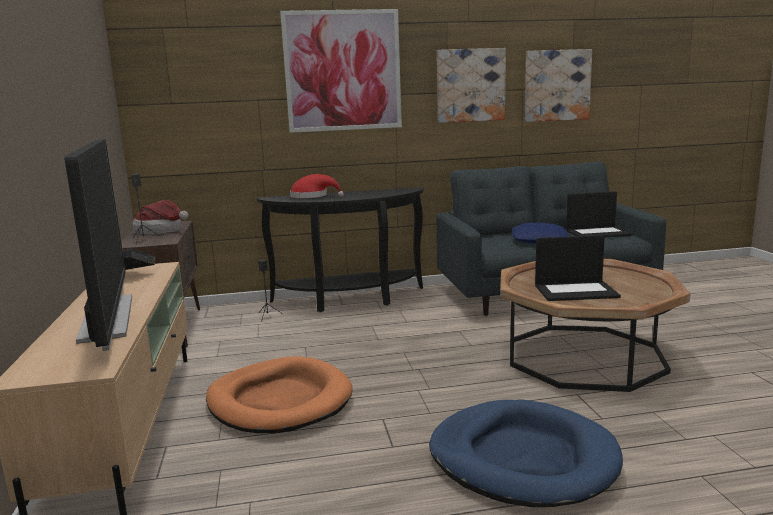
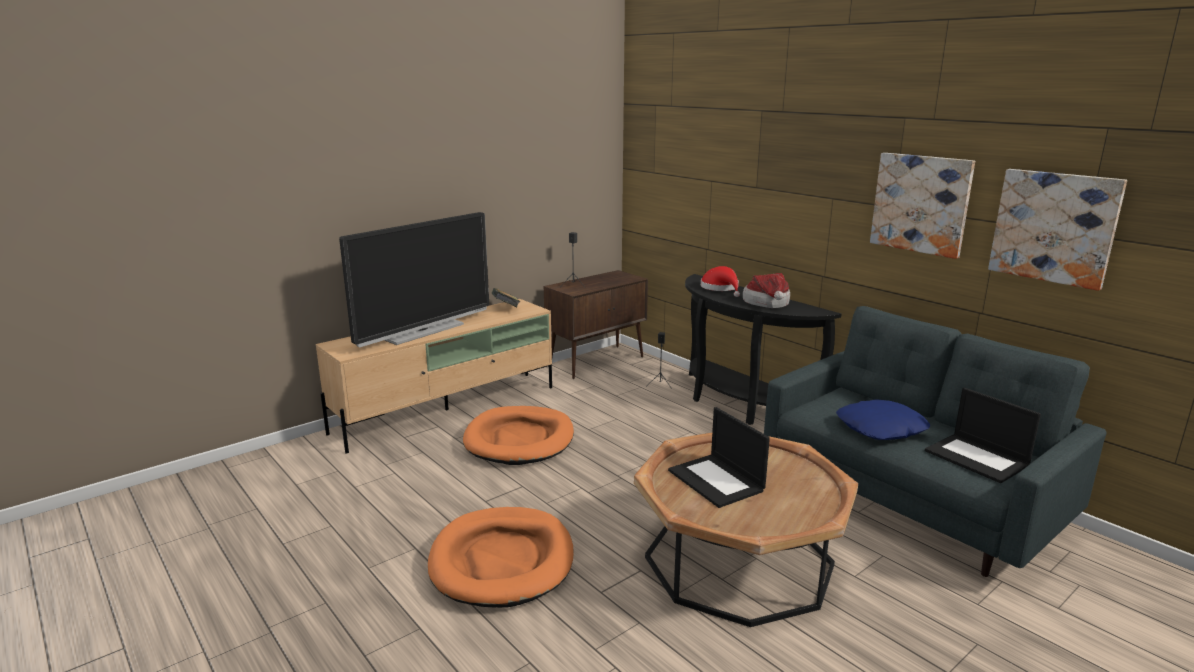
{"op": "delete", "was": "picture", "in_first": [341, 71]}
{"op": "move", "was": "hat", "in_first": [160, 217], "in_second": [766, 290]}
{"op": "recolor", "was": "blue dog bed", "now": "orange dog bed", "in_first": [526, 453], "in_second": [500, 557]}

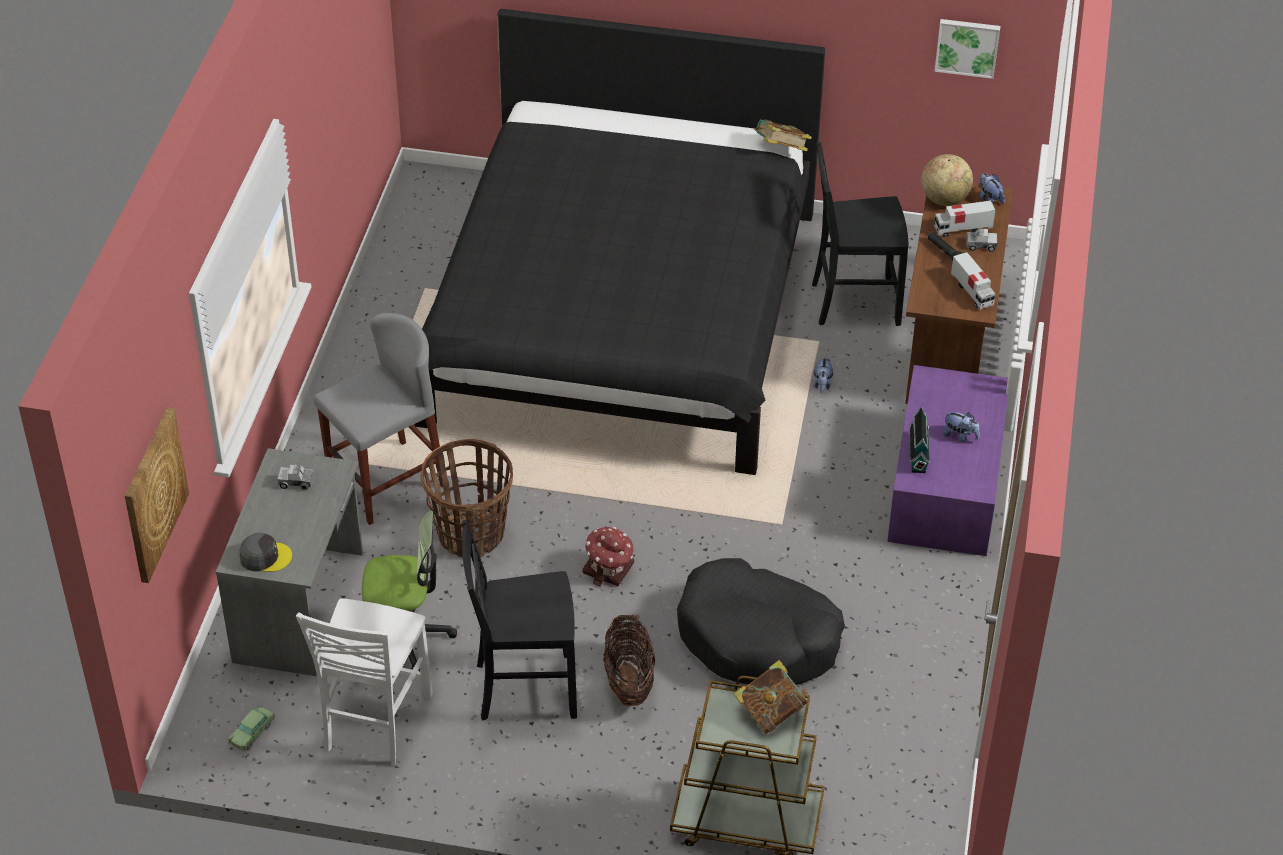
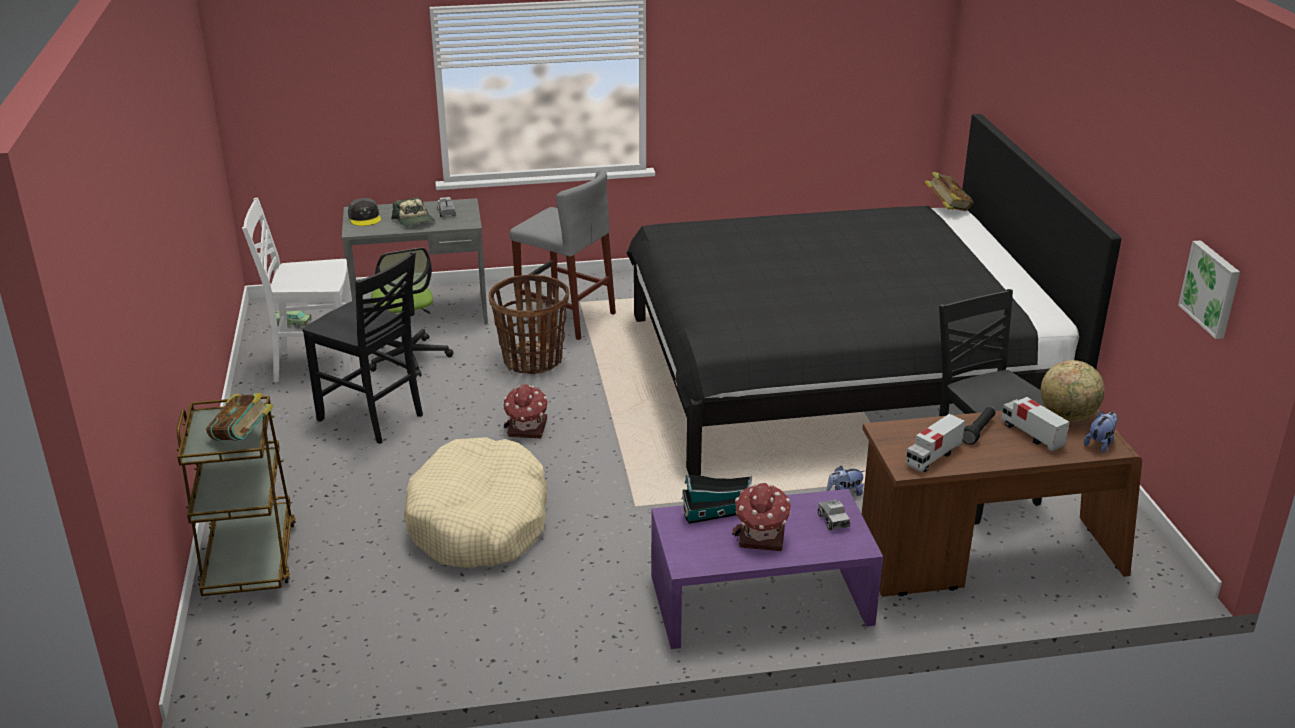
{"op": "delete", "was": "picture", "in_first": [157, 495]}
{"op": "delete", "was": "basket", "in_first": [629, 660]}
{"op": "insert", "now": "cap", "in_second": [413, 211]}
{"op": "move", "was": "book", "in_first": [783, 135], "in_second": [949, 191]}
{"op": "move", "was": "toy truck", "in_first": [981, 240], "in_second": [834, 515]}
{"op": "replace", "was": "plush toy", "now": "toy house", "in_first": [961, 427], "in_second": [761, 517]}
{"op": "recolor", "was": "black dog bed", "now": "beige dog bed", "in_first": [761, 621], "in_second": [475, 502]}
{"op": "rotate", "was": "black chair", "in_first": [519, 620], "in_second": [362, 347], "clockwise": 150}

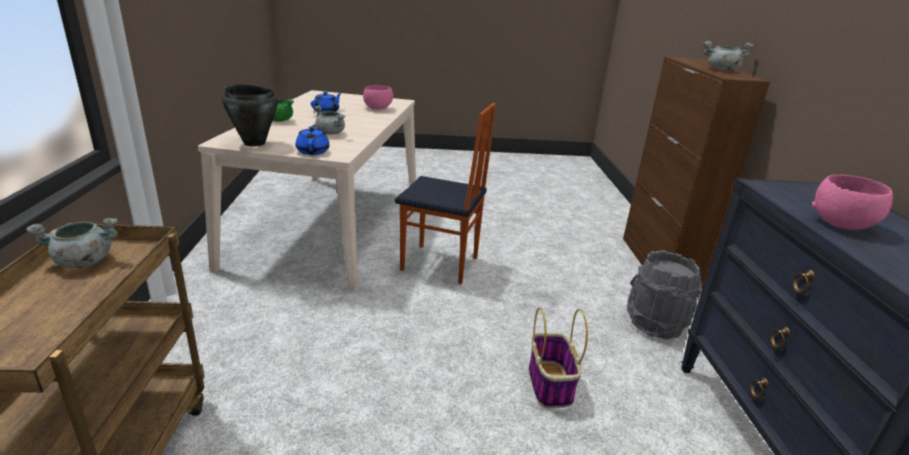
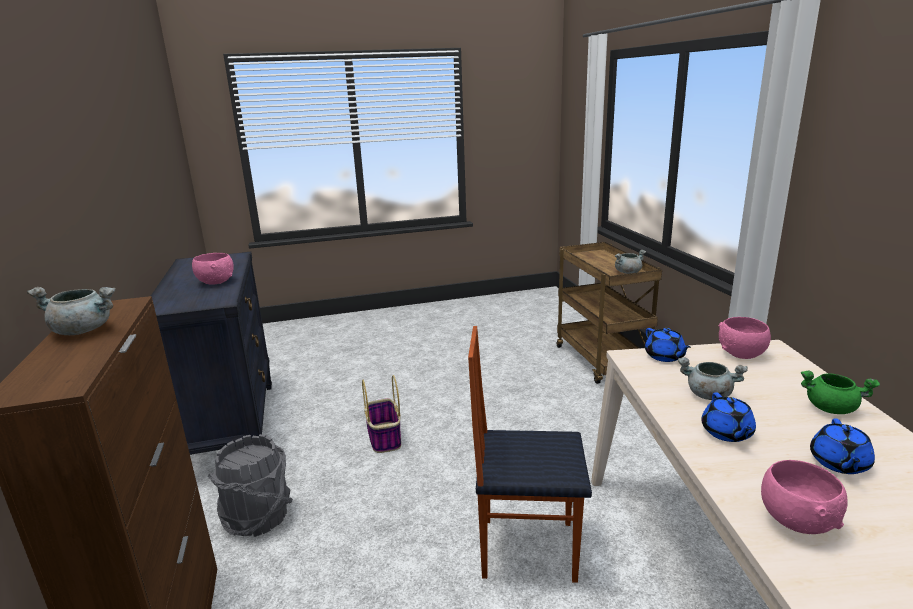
{"op": "insert", "now": "blue teapot", "in_second": [728, 417]}
{"op": "replace", "was": "black cooking pot", "now": "pink bowl", "in_first": [250, 115], "in_second": [745, 338]}

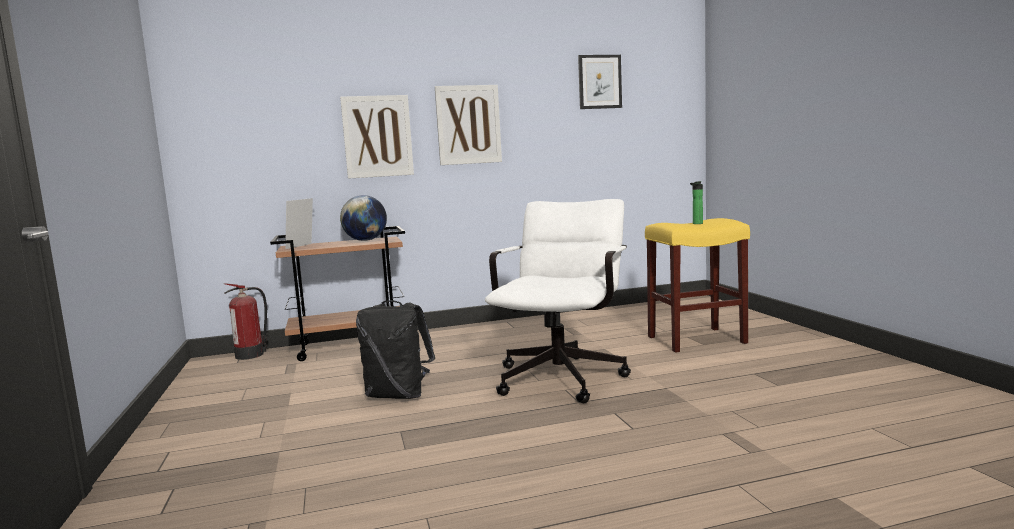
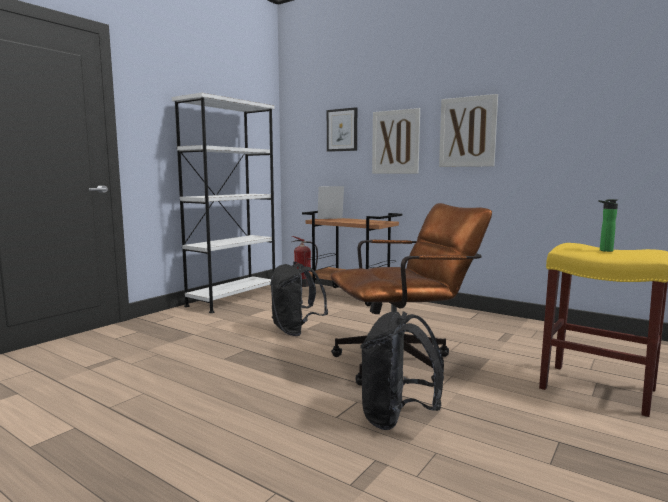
{"op": "delete", "was": "globe", "in_first": [363, 218]}
{"op": "insert", "now": "white bookcase", "in_second": [223, 203]}
{"op": "insert", "now": "black backpack", "in_second": [402, 370]}
{"op": "move", "was": "picture", "in_first": [600, 82], "in_second": [342, 129]}
{"op": "recolor", "was": "white office chair", "now": "brown office chair", "in_first": [558, 301], "in_second": [411, 294]}

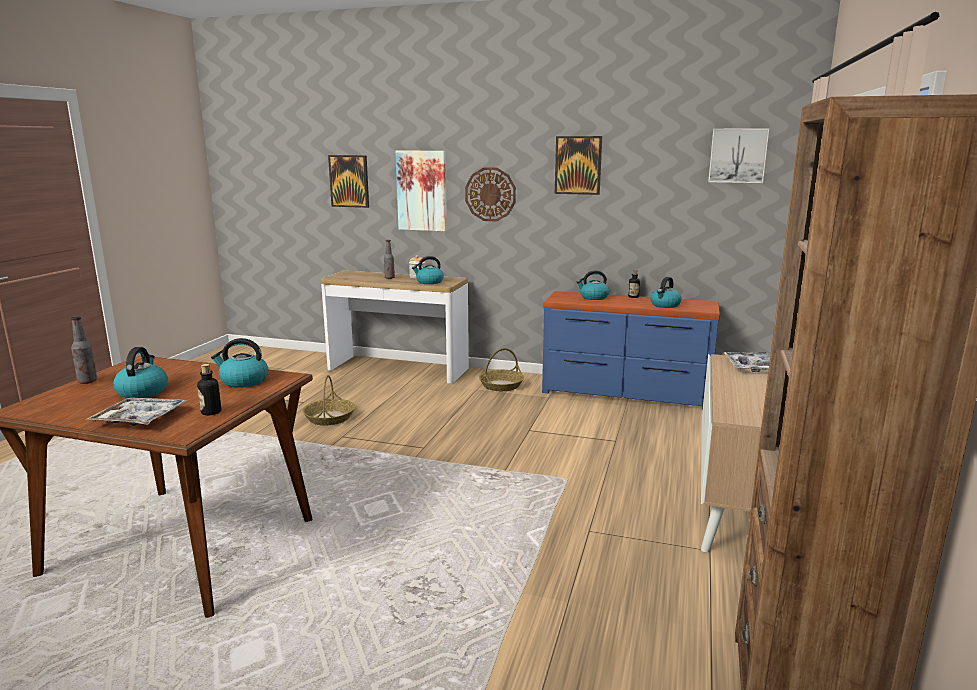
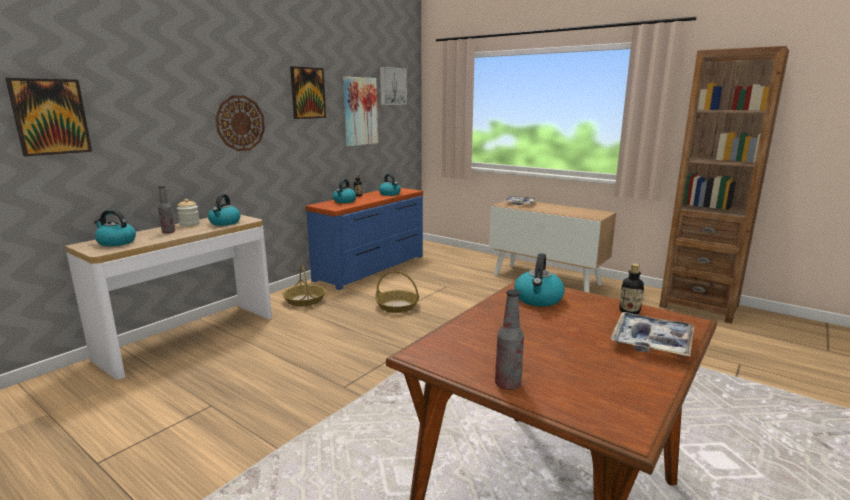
{"op": "move", "was": "kettle", "in_first": [140, 372], "in_second": [115, 228]}
{"op": "move", "was": "basket", "in_first": [328, 400], "in_second": [397, 292]}
{"op": "move", "was": "picture", "in_first": [421, 191], "in_second": [360, 111]}

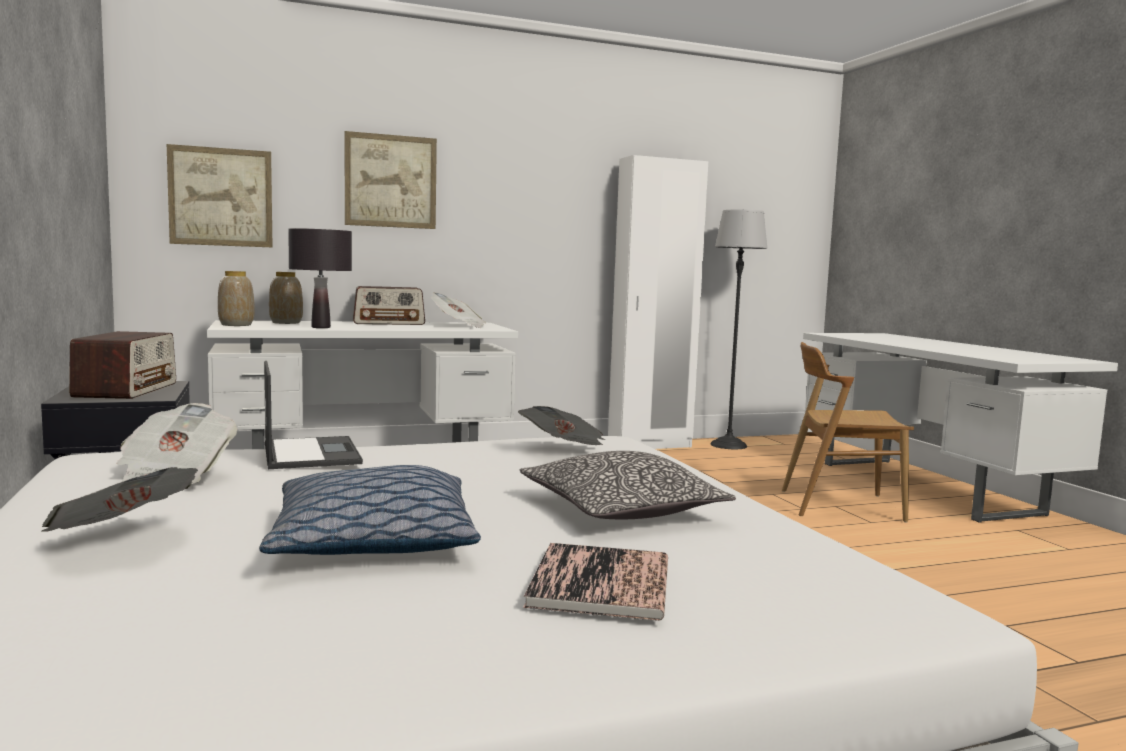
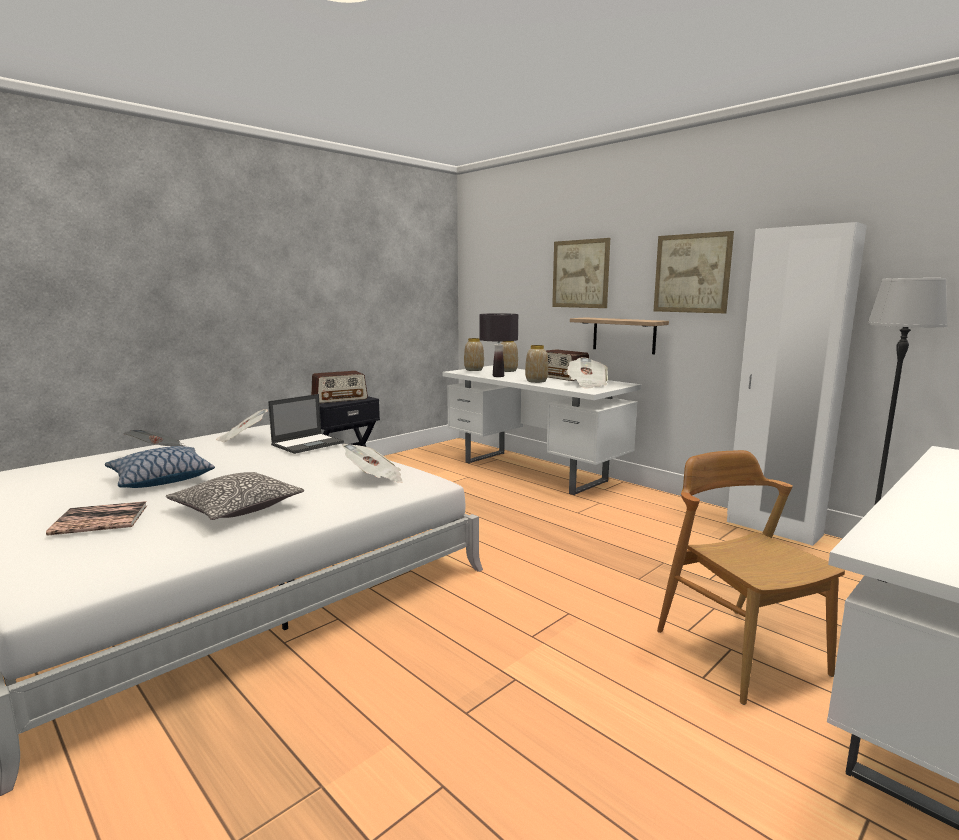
{"op": "insert", "now": "vase", "in_second": [536, 364]}
{"op": "insert", "now": "shelf", "in_second": [619, 335]}
{"op": "move", "was": "picture", "in_first": [219, 195], "in_second": [694, 272]}

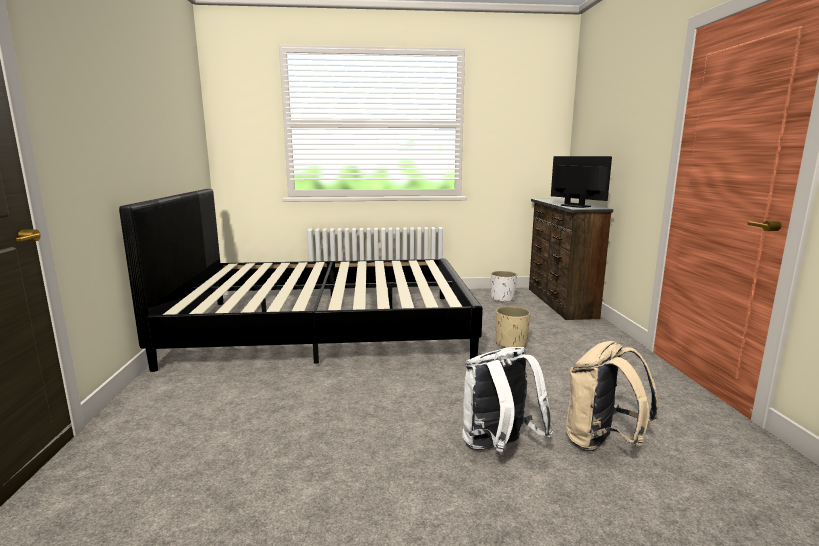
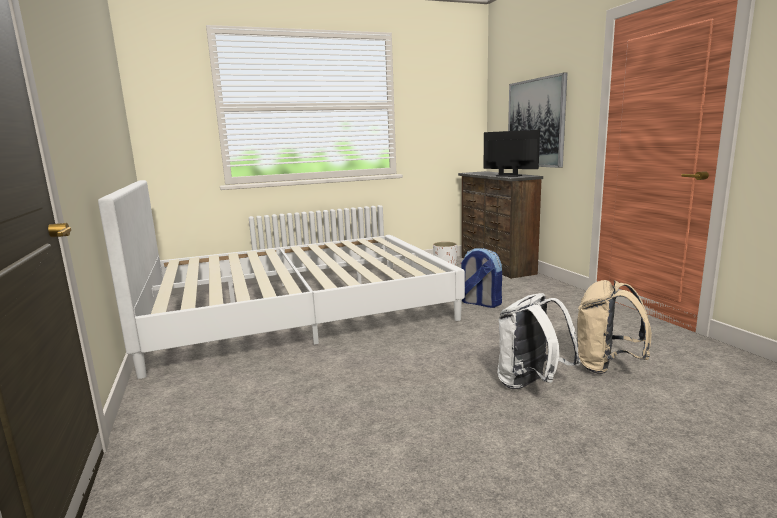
{"op": "insert", "now": "picture", "in_second": [537, 120]}
{"op": "replace", "was": "beige planter", "now": "backpack", "in_first": [513, 326], "in_second": [481, 278]}
{"op": "recolor", "was": "black bed", "now": "white bed", "in_first": [301, 280], "in_second": [281, 279]}

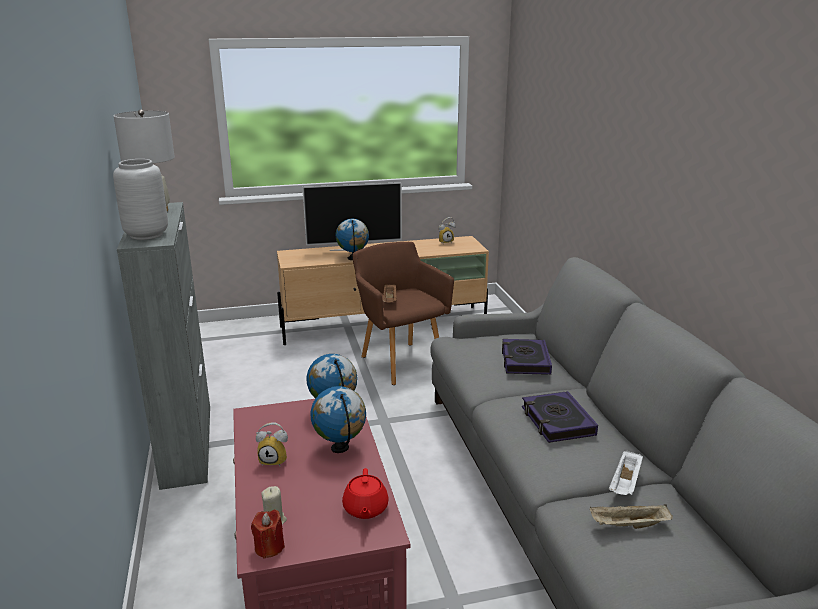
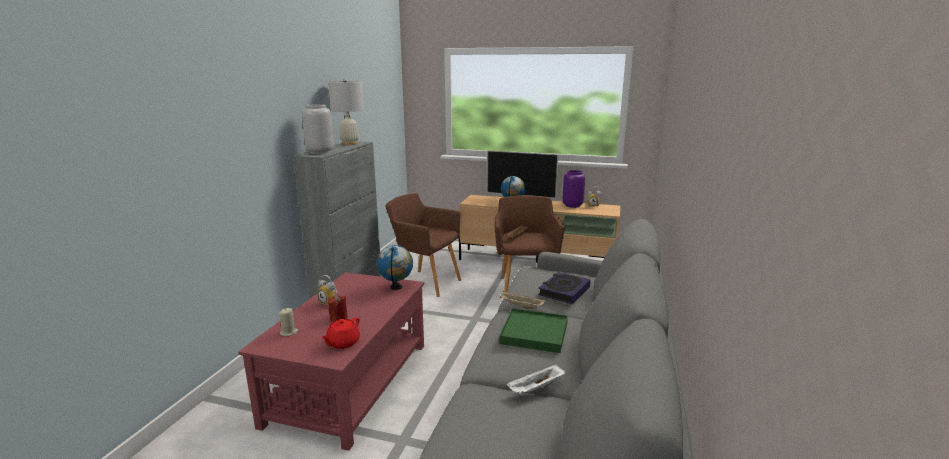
{"op": "delete", "was": "globe", "in_first": [338, 419]}
{"op": "insert", "now": "brown armchair", "in_second": [423, 245]}
{"op": "insert", "now": "purple vase", "in_second": [574, 189]}
{"op": "move", "was": "red candle", "in_first": [268, 534], "in_second": [338, 308]}
{"op": "move", "was": "beige tray", "in_first": [631, 516], "in_second": [522, 300]}
{"op": "replace", "was": "book", "now": "green tray", "in_first": [560, 417], "in_second": [533, 330]}

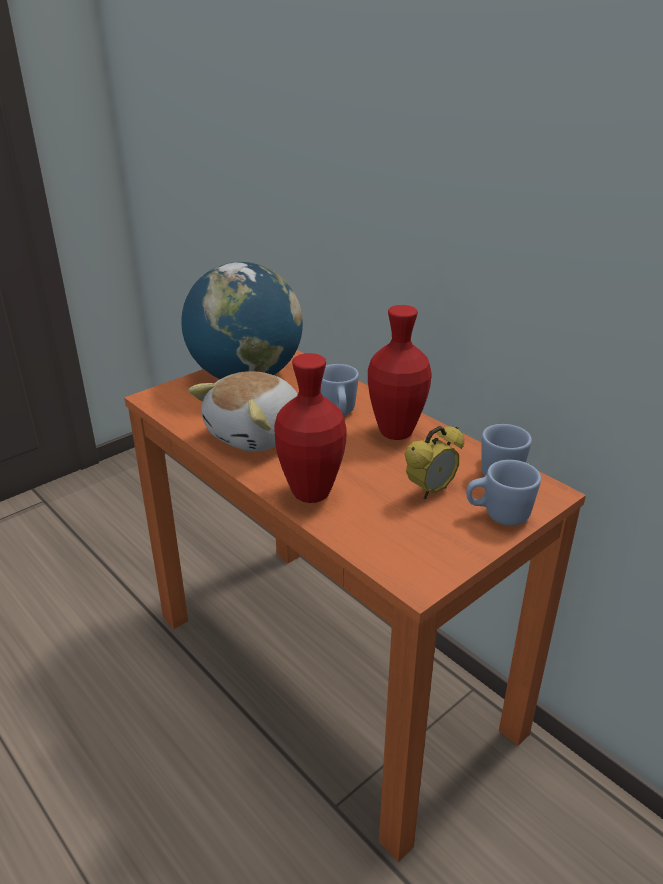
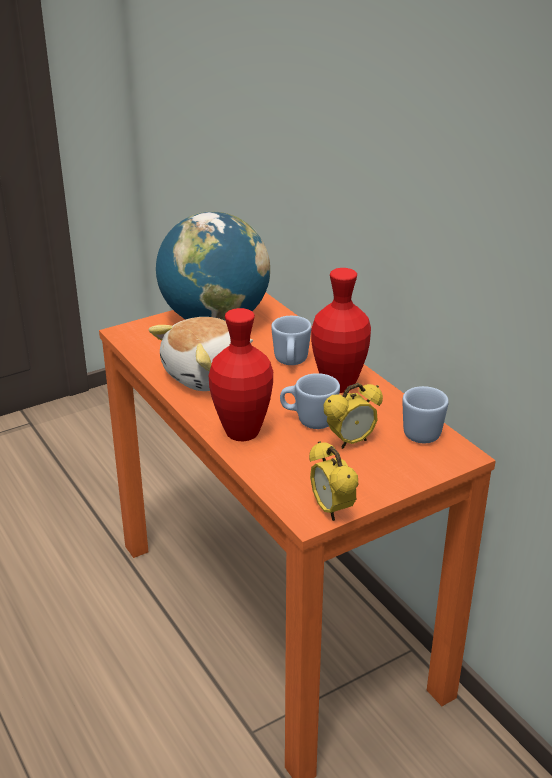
{"op": "insert", "now": "alarm clock", "in_second": [333, 481]}
{"op": "move", "was": "blue mug", "in_first": [503, 493], "in_second": [310, 401]}

